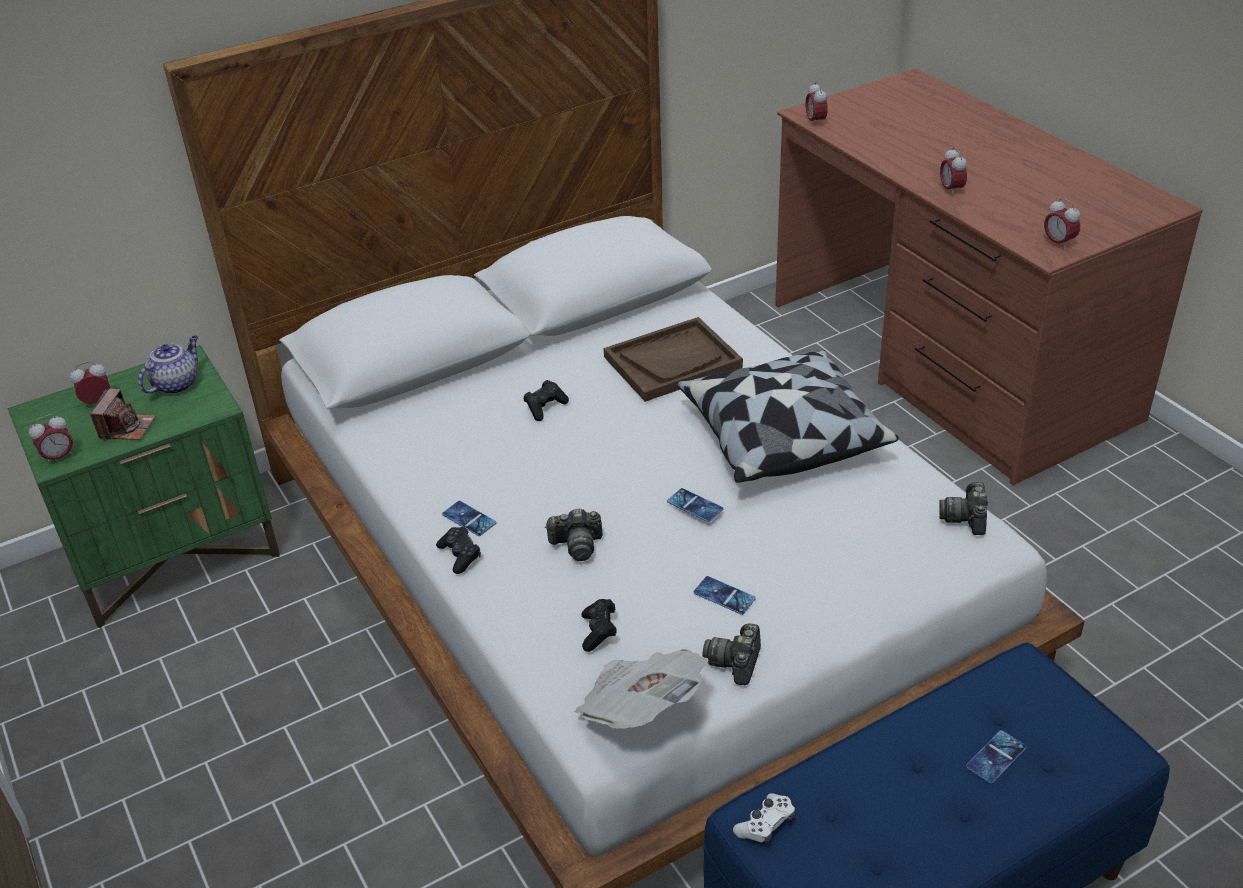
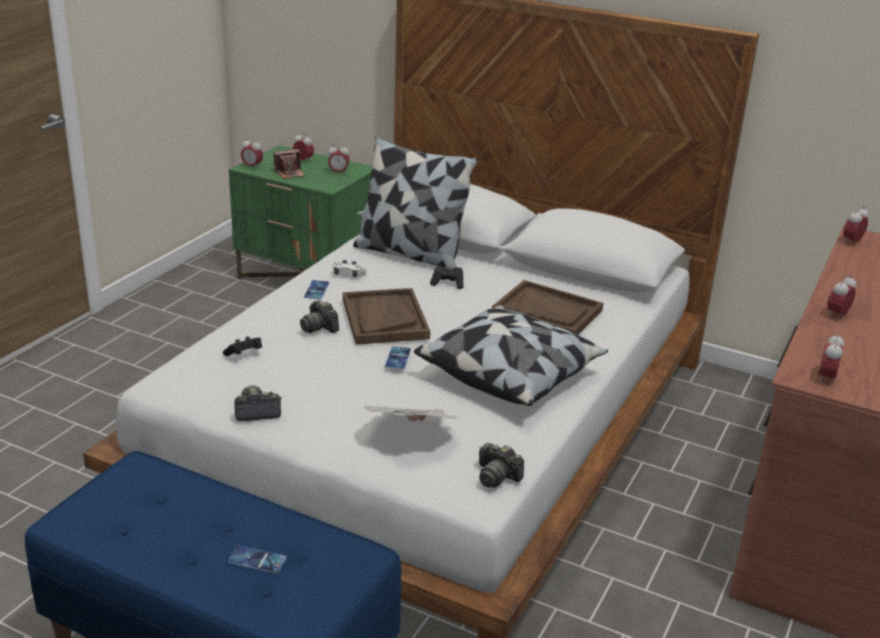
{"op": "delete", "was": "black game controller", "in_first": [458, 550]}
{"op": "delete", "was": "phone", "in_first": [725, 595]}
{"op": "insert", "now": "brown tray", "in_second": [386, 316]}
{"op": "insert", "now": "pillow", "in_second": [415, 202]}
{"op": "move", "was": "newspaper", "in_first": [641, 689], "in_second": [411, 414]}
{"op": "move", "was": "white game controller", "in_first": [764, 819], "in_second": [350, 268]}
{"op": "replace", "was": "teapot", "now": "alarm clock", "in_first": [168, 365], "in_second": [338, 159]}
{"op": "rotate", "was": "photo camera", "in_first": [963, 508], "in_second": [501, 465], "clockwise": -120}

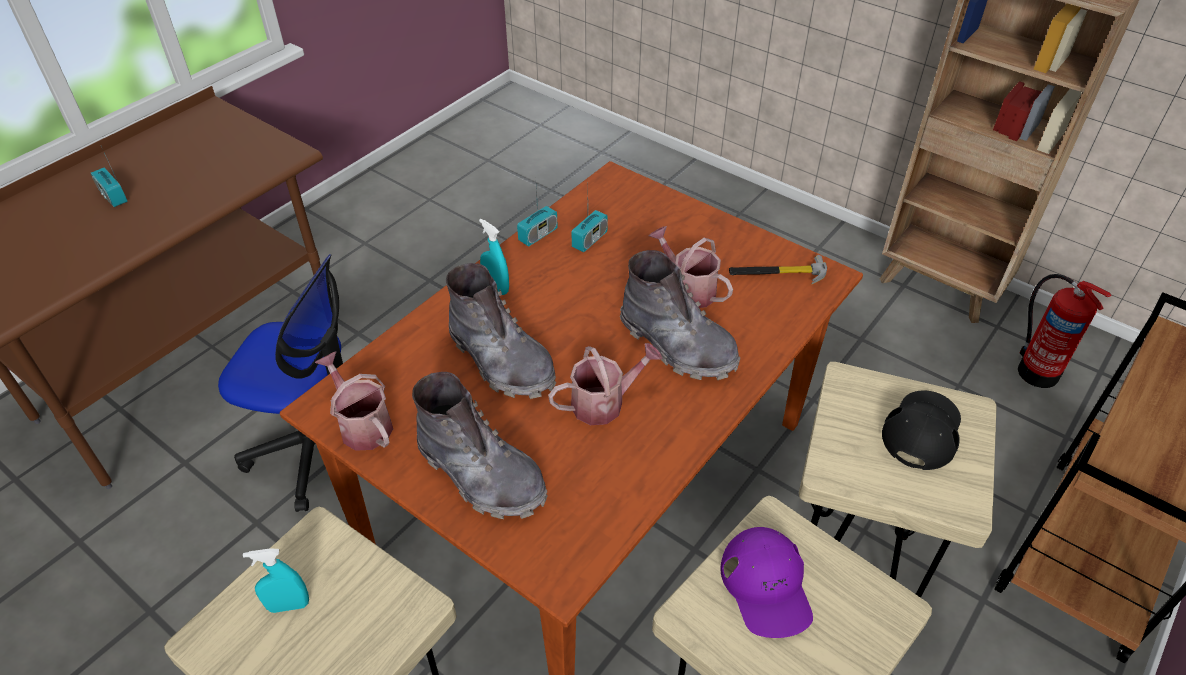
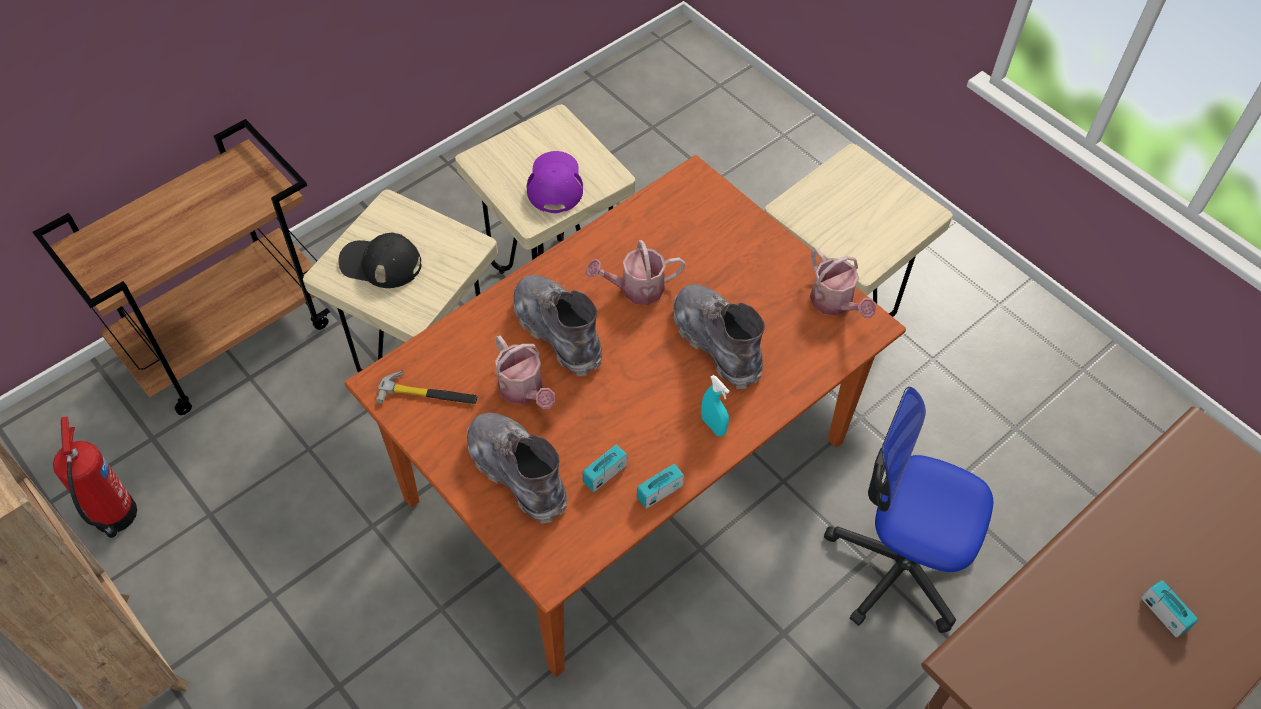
{"op": "delete", "was": "turquoise spray bottle", "in_first": [276, 580]}
{"op": "move", "was": "grey boot", "in_first": [480, 445], "in_second": [517, 468]}
{"op": "rotate", "was": "black cap", "in_first": [921, 430], "in_second": [380, 260], "clockwise": 60}

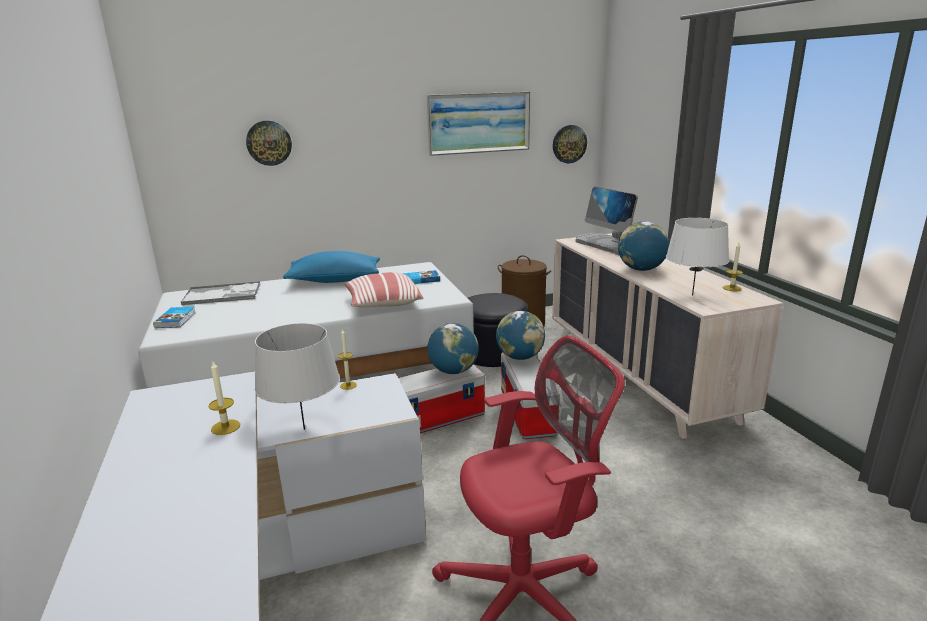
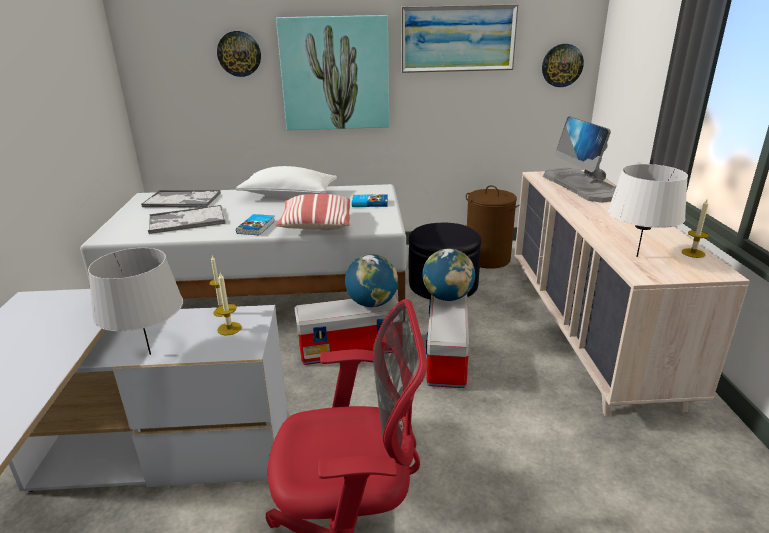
{"op": "delete", "was": "globe", "in_first": [643, 246]}
{"op": "insert", "now": "tray", "in_second": [187, 219]}
{"op": "insert", "now": "picture", "in_second": [332, 72]}
{"op": "move", "was": "book", "in_first": [174, 317], "in_second": [255, 225]}
{"op": "move", "was": "candle", "in_first": [224, 398], "in_second": [229, 304]}
{"op": "recolor", "was": "blue pillow", "now": "white pillow", "in_first": [331, 267], "in_second": [286, 182]}

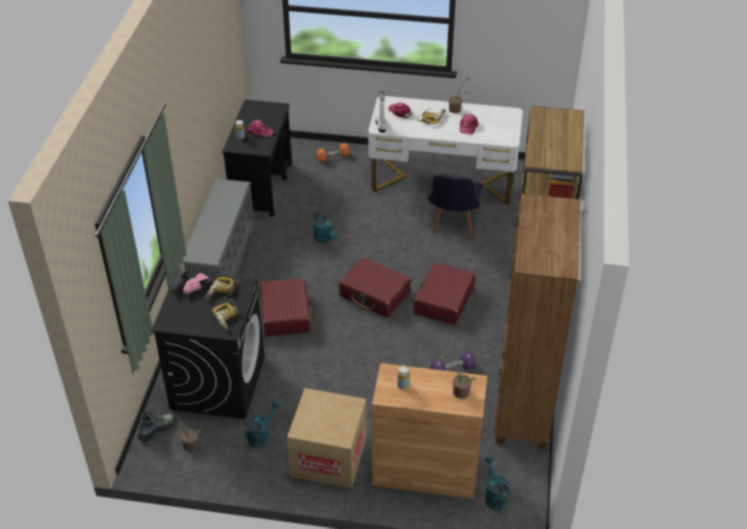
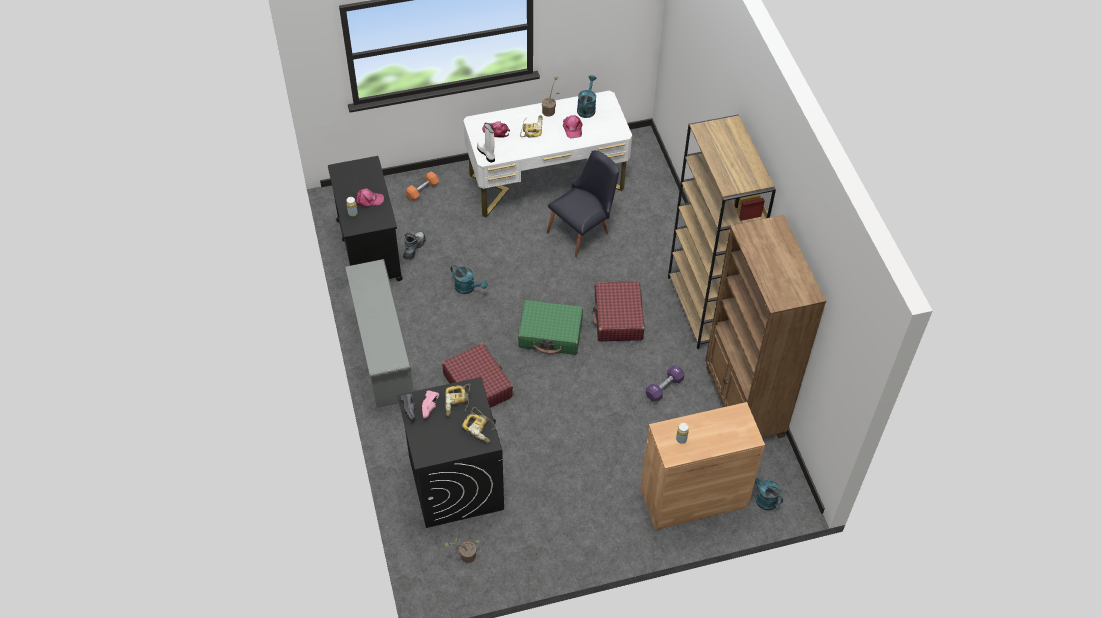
{"op": "delete", "was": "cardboard box", "in_first": [326, 438]}
{"op": "delete", "was": "potted plant", "in_first": [458, 377]}
{"op": "move", "was": "boot", "in_first": [156, 426], "in_second": [414, 245]}
{"op": "move", "was": "turquoise watering can", "in_first": [262, 424], "in_second": [586, 96]}
{"op": "recolor", "was": "red suitcase", "now": "green suitcase", "in_first": [375, 287], "in_second": [550, 327]}
{"op": "rotate", "was": "black chair", "in_first": [455, 206], "in_second": [583, 204], "clockwise": -120}

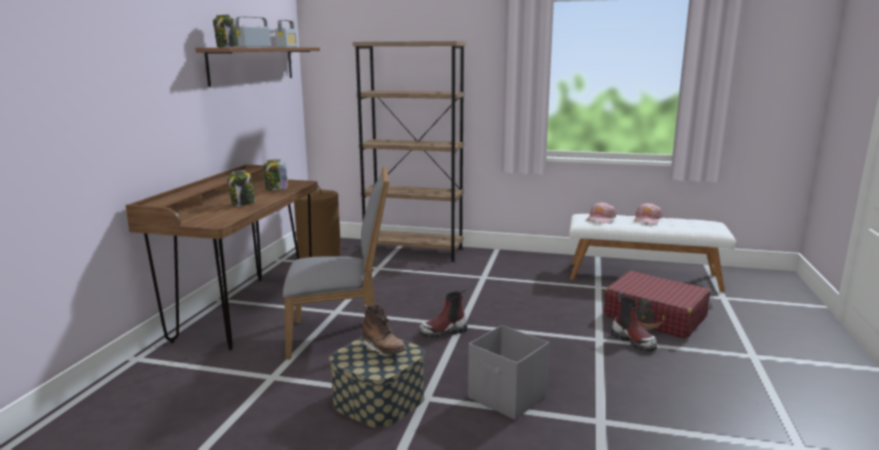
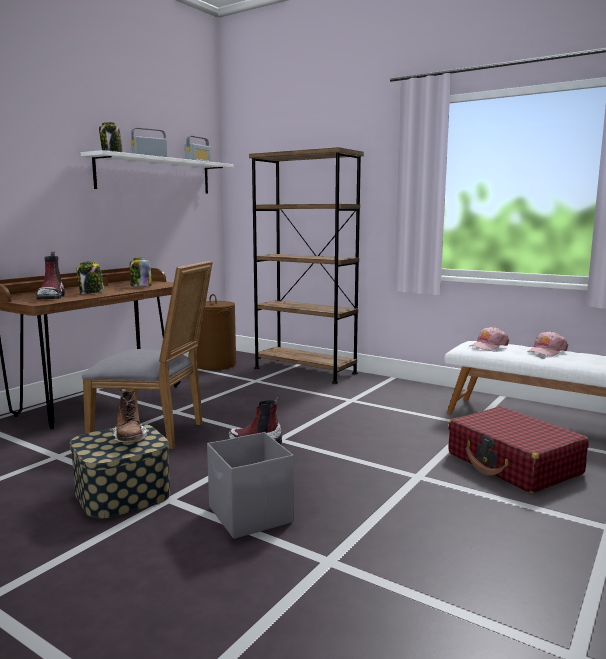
{"op": "move", "was": "boot", "in_first": [634, 321], "in_second": [51, 275]}
{"op": "recolor", "was": "brown shelf", "now": "white shelf", "in_first": [257, 67], "in_second": [157, 172]}

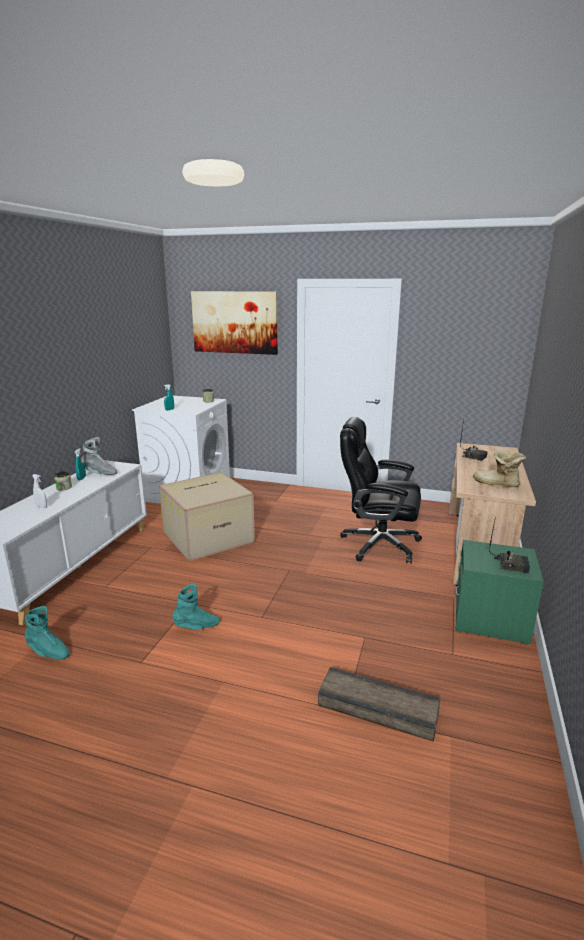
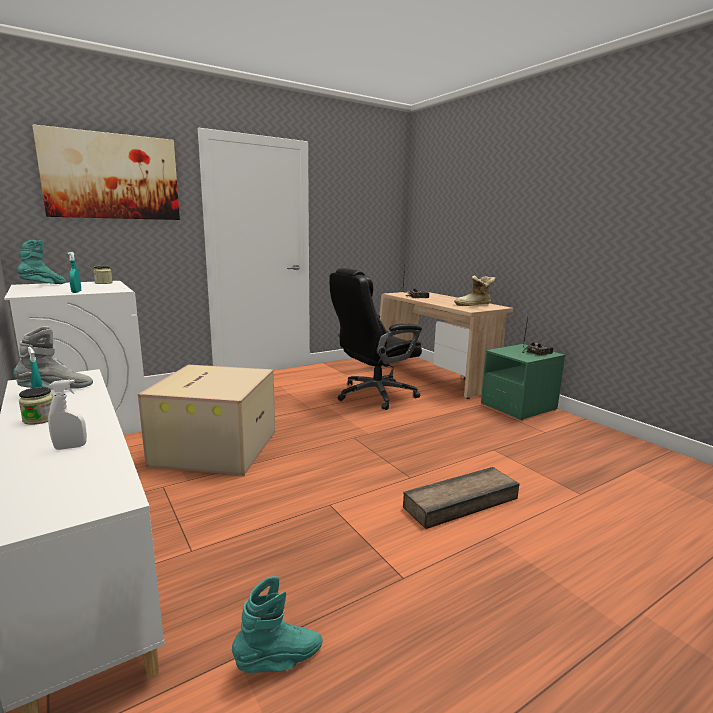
{"op": "move", "was": "turquoise boot", "in_first": [196, 607], "in_second": [41, 262]}
{"op": "move", "was": "crate", "in_first": [379, 704], "in_second": [461, 498]}

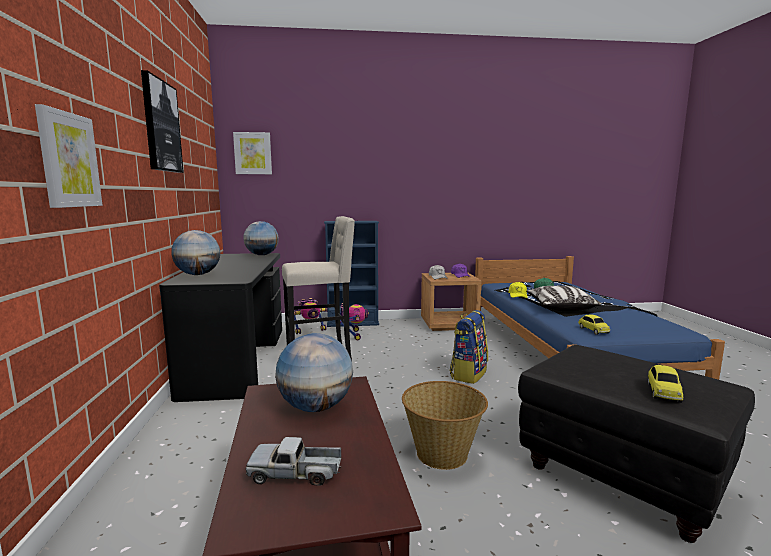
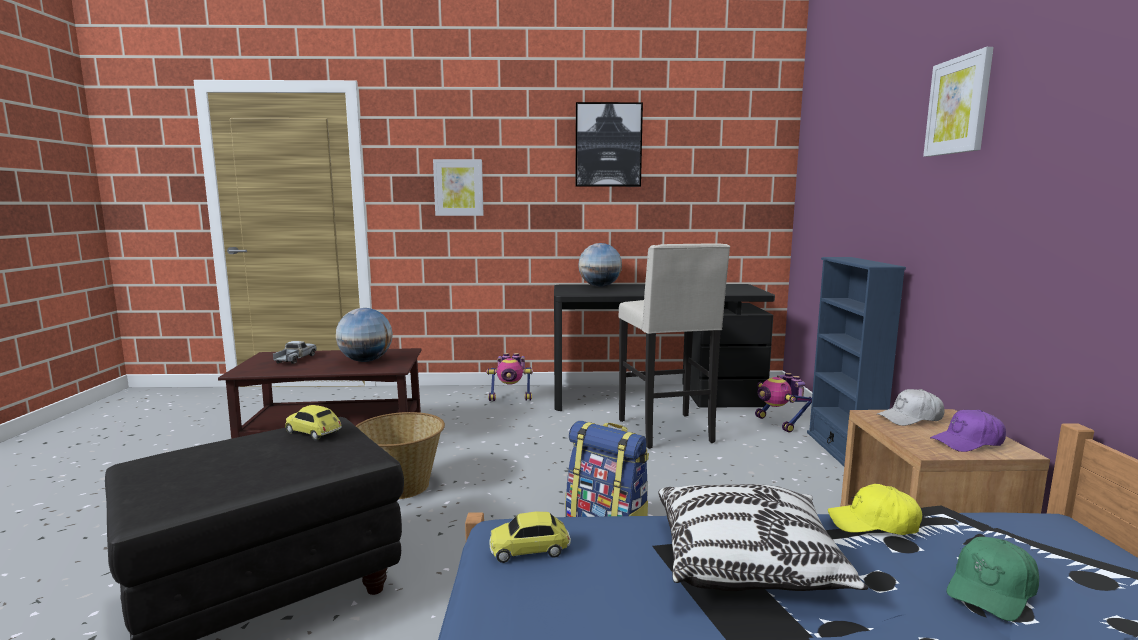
{"op": "delete", "was": "globe", "in_first": [261, 238]}
{"op": "move", "was": "picture", "in_first": [252, 153], "in_second": [958, 102]}
{"op": "move", "was": "toy robot", "in_first": [354, 321], "in_second": [509, 377]}
{"op": "move", "was": "toy car", "in_first": [665, 384], "in_second": [313, 422]}

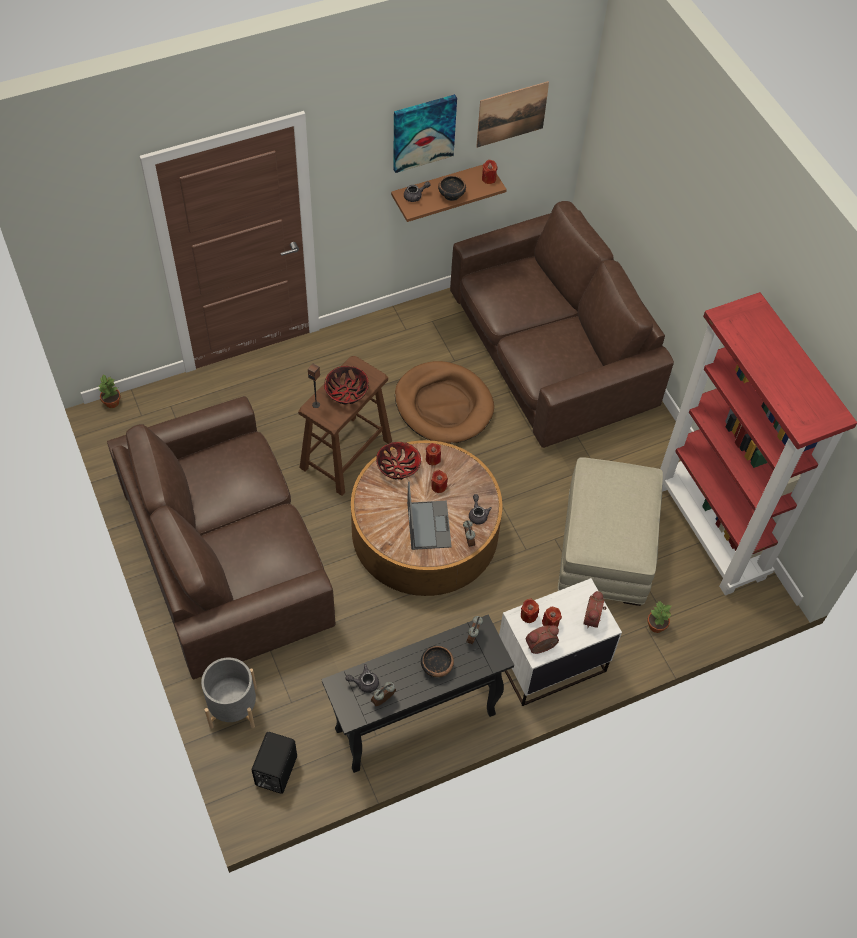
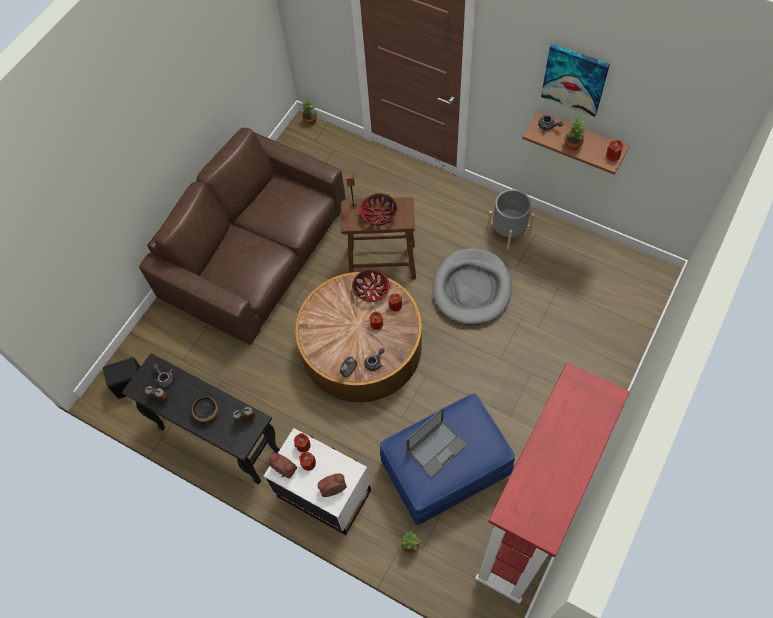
{"op": "delete", "was": "brown sofa", "in_first": [562, 324]}
{"op": "delete", "was": "picture", "in_first": [512, 114]}
{"op": "move", "was": "grey planter", "in_first": [229, 693], "in_second": [510, 219]}
{"op": "move", "was": "laptop", "in_first": [429, 516], "in_second": [436, 442]}
{"op": "replace", "was": "bowl", "now": "potted plant", "in_first": [452, 188], "in_second": [575, 133]}
{"op": "recolor", "was": "brown dog bed", "now": "grey dog bed", "in_first": [444, 402], "in_second": [472, 286]}
{"op": "recolor", "was": "beige ottoman", "now": "blue ottoman", "in_first": [610, 531], "in_second": [447, 459]}

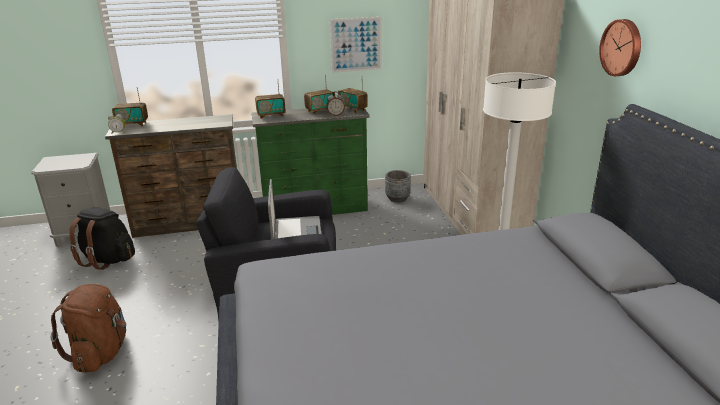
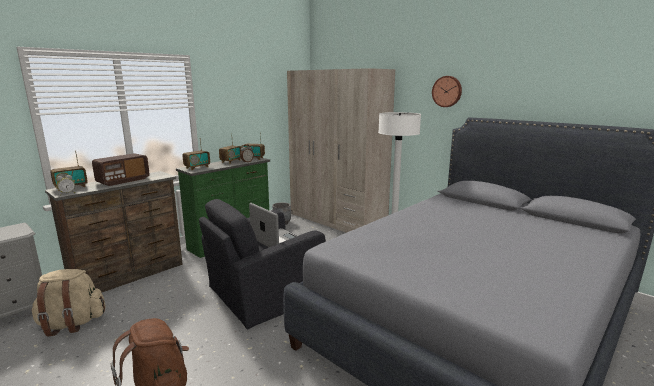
{"op": "delete", "was": "picture", "in_first": [356, 45]}
{"op": "insert", "now": "radio", "in_second": [121, 169]}
{"op": "recolor", "was": "black backpack", "now": "beige backpack", "in_first": [102, 239], "in_second": [68, 302]}

